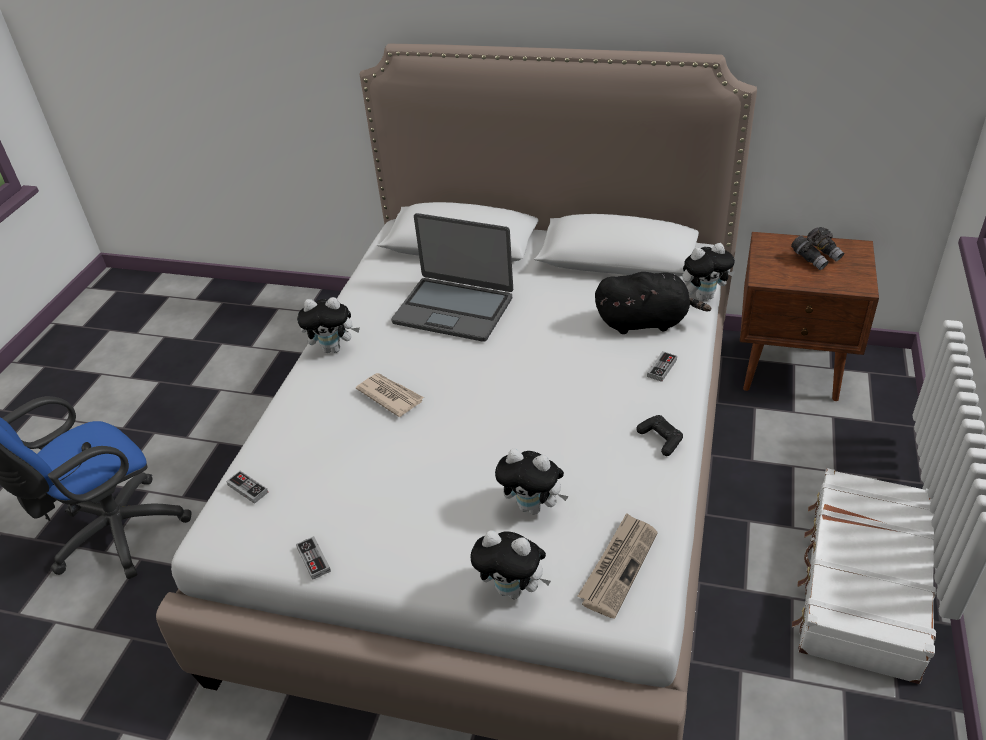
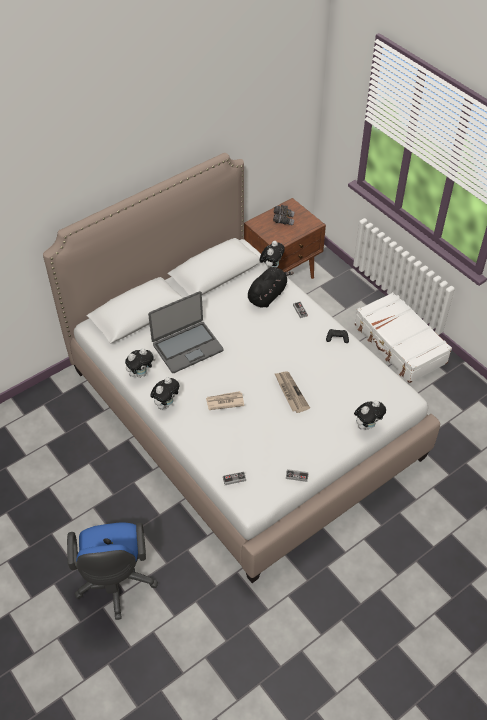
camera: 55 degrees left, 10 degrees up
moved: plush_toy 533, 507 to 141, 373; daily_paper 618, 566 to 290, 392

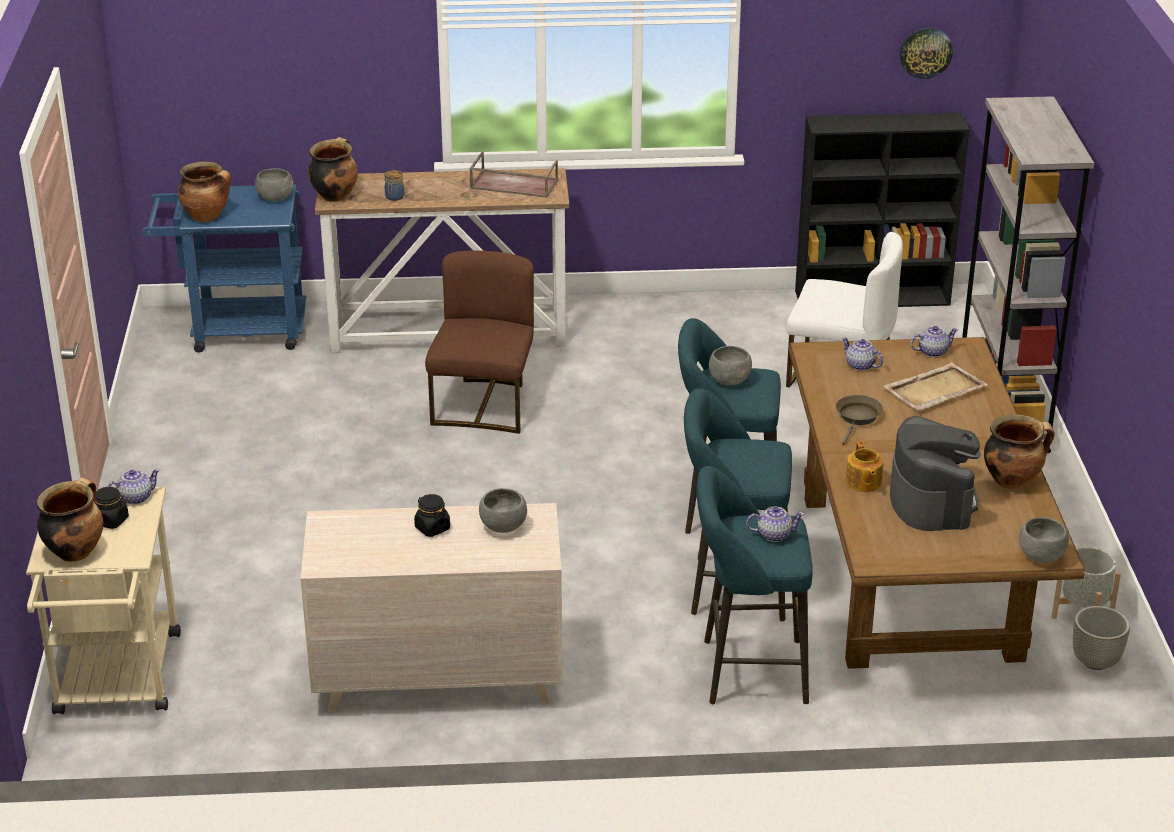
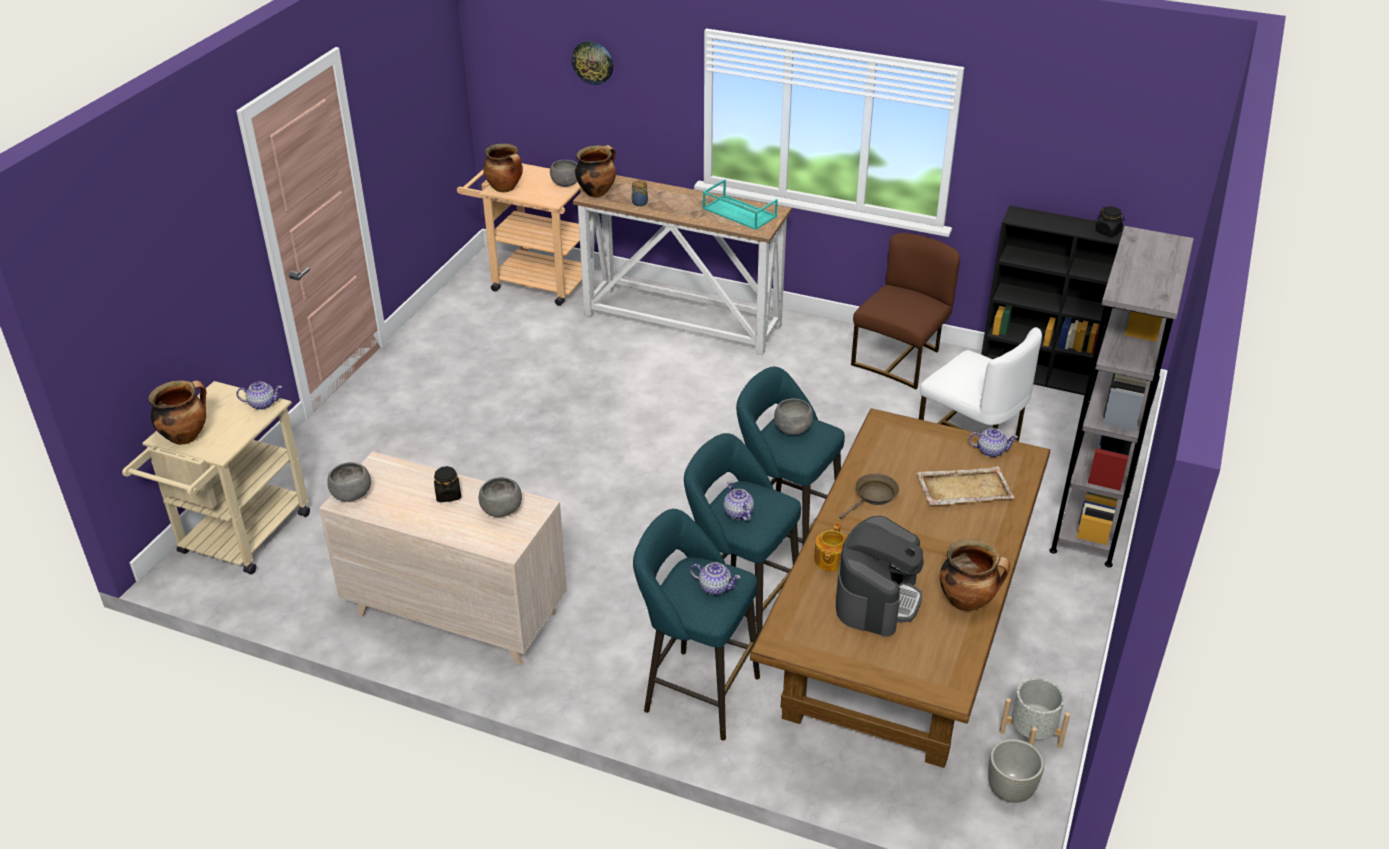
camera: 25 degrees right, 5 degrees up
moved: greyish_bowl 1040, 556 to 351, 495; clock_on_the_wall 925, 52 to 592, 62; pot_for_tea 860, 365 to 738, 513; brown_plain_chair 484, 405 to 900, 359; blackish_jar 111, 521 to 1108, 232
recoloured: blue_wheeled_cart 237, 330 to beige-coloured_wheeled_cart 533, 280; brown_carrying_tray 513, 184 to turquoise_carrying_tray 738, 212

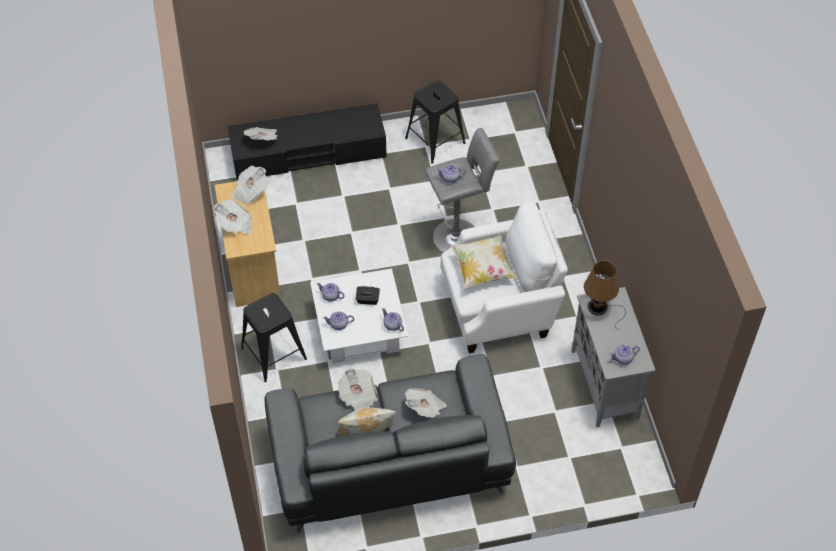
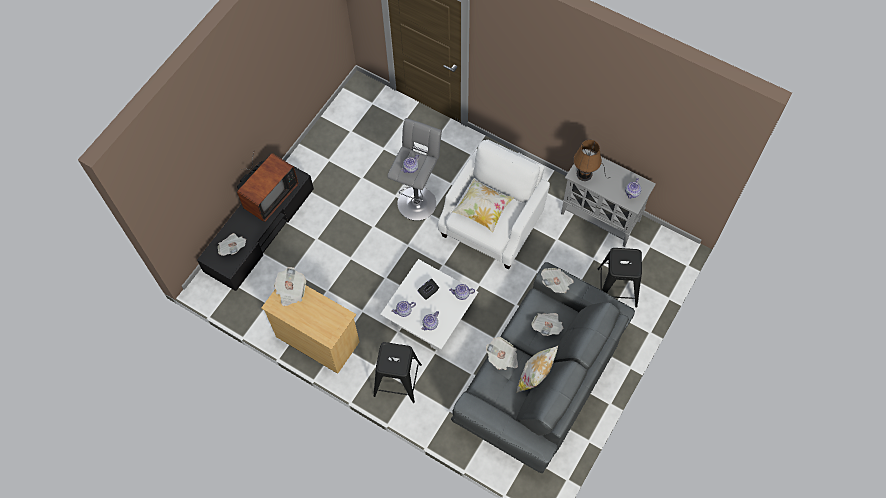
camera: 45 degrees left, 10 degrees up
added: TV 268, 196
moved: daily_paper 235, 224 to 556, 283; blackish_sitting_stool 434, 140 to 616, 288

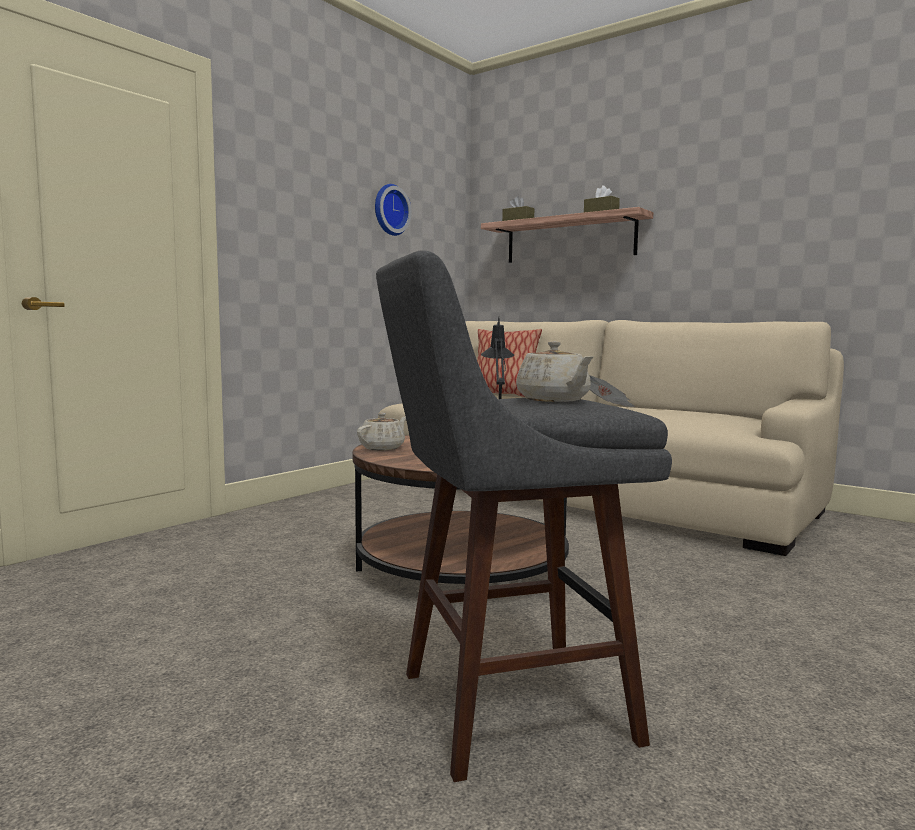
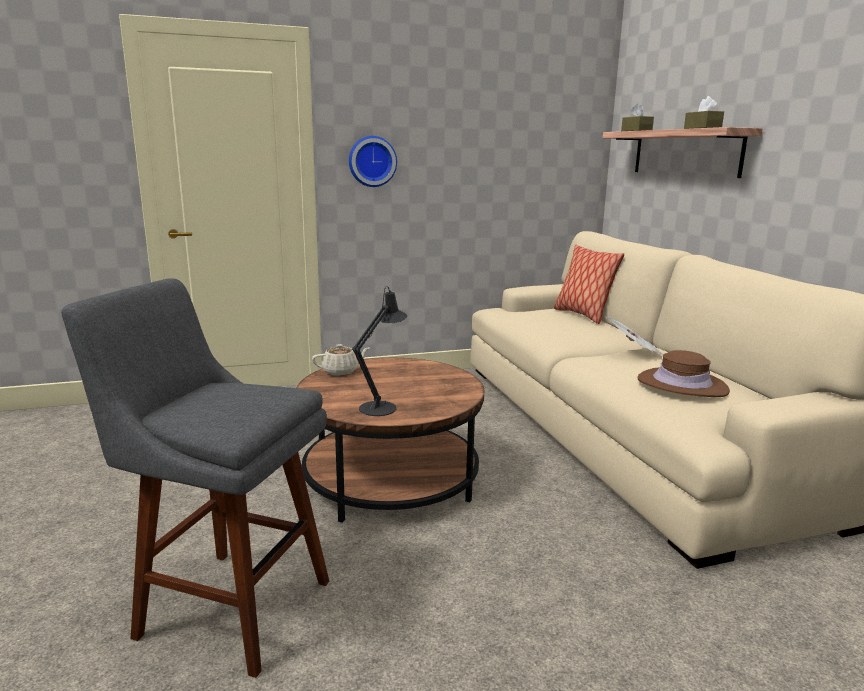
camera: 35 degrees right, 10 degrees up
removed: beige-coloured_pot_for_tea 553, 400
added: brown_wearable_hat 682, 385
moved: clock_on_the_wall 389, 210 to 372, 161

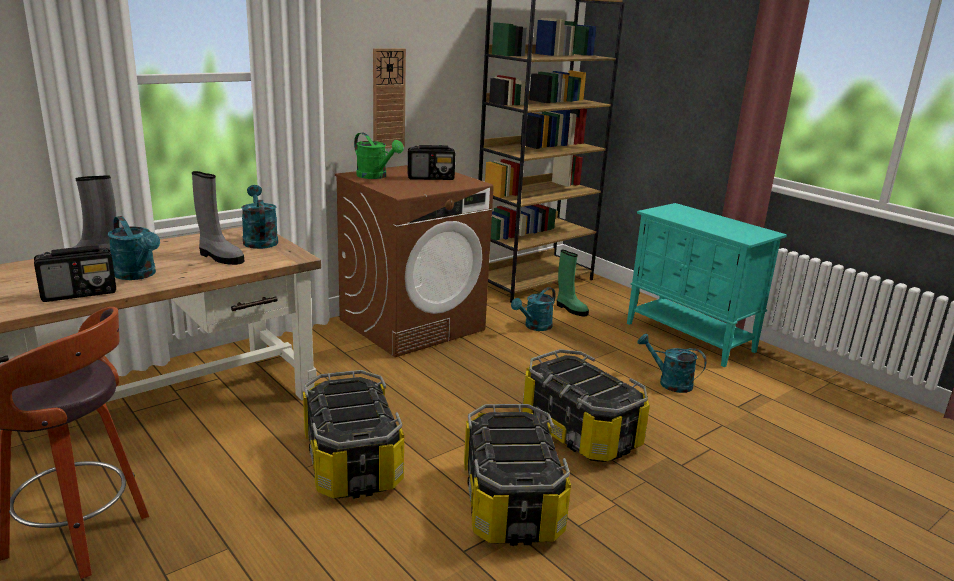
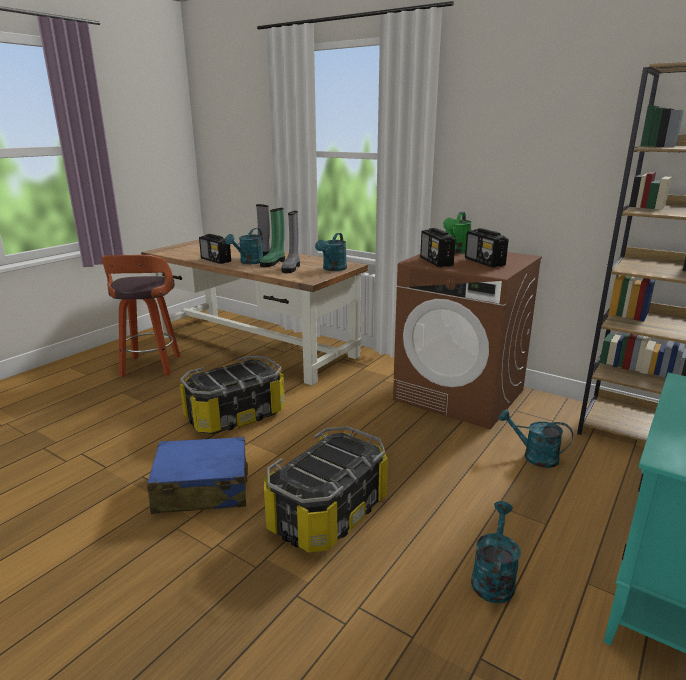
camera: 75 degrees right, 0 degrees up
removed: clock_on_the_wall 388, 99
added: radio_receiver 436, 262
moved: green-coloured_tall_boot 570, 309 to 273, 263
replaced: storage_bin 512, 503 to blue_suitcase 202, 489
turned: turquoise_sprinkling_can 259, 240 = 333, 269 150 degrees clockwise

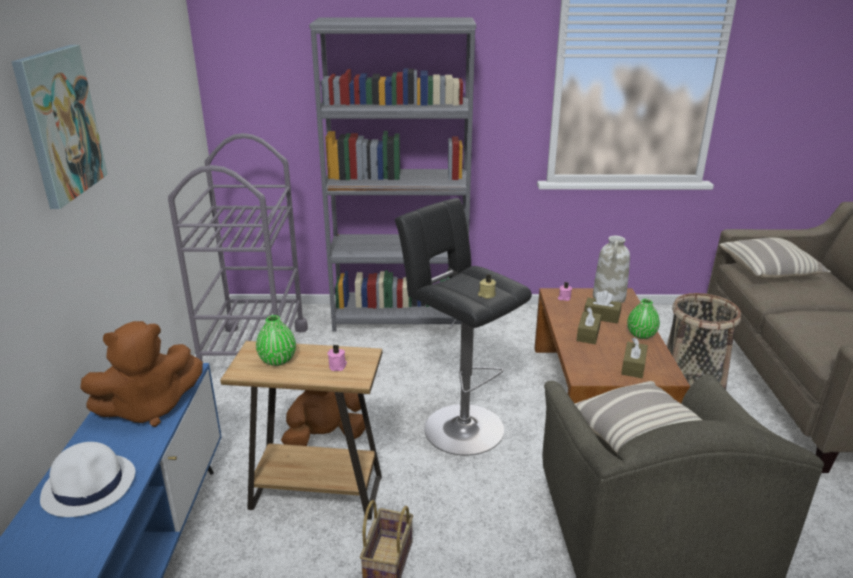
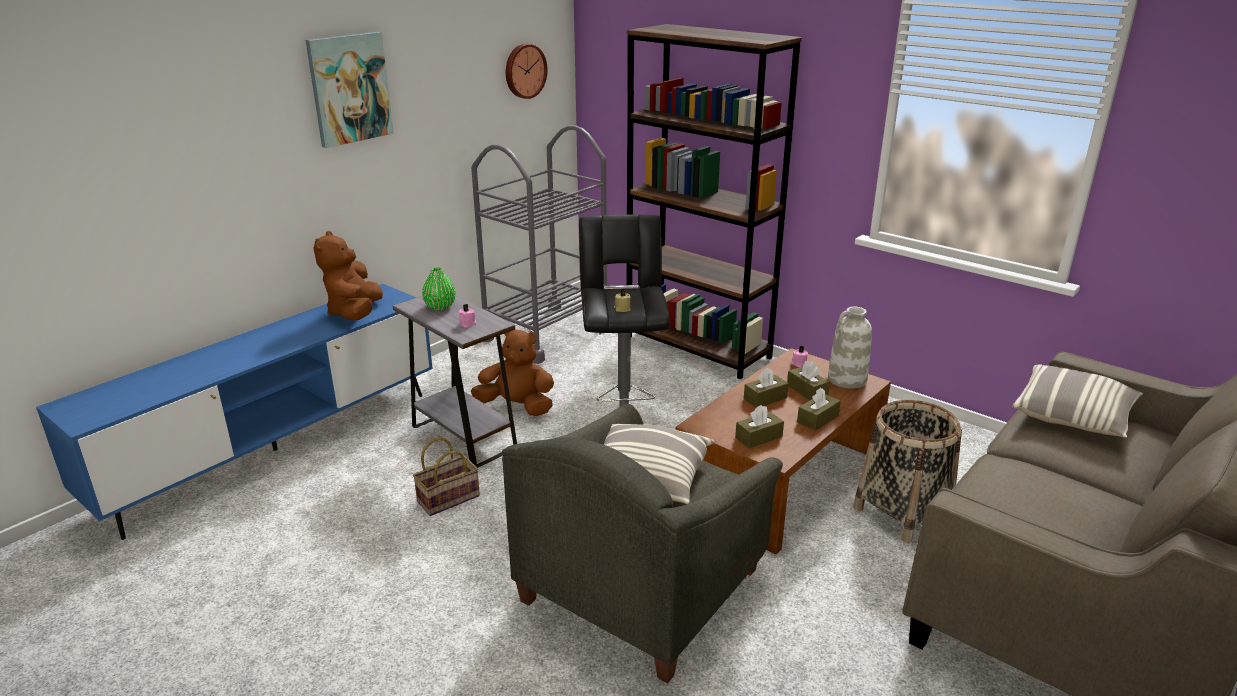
camera: 40 degrees right, 0 degrees up
removed: whitish_wearable_hat 90, 485
added: clock_on_the_wall 524, 71
replaced: green-coloured_decorative_vase 641, 335 to brown_tissue_holder 817, 419
recoloured: brown_end_table 316, 492 to greyish_end_table 464, 437; greyish_shelving_unit 400, 318 to brown_shelving_unit 698, 347
turned: brown_plush_toy 149, 409 = 355, 313 75 degrees clockwise

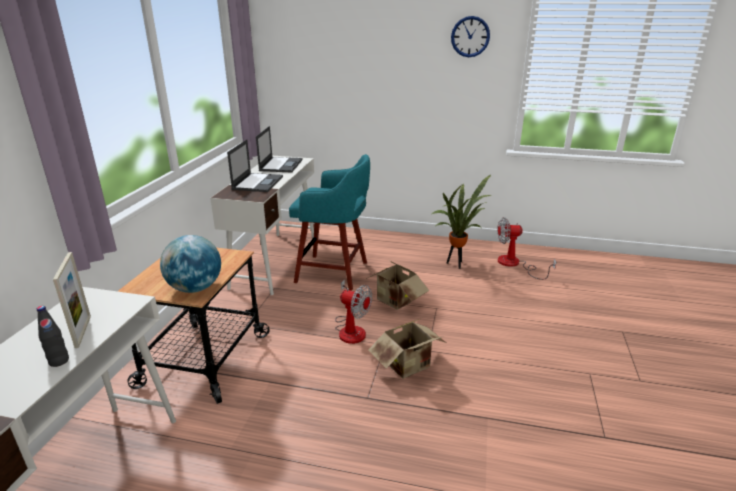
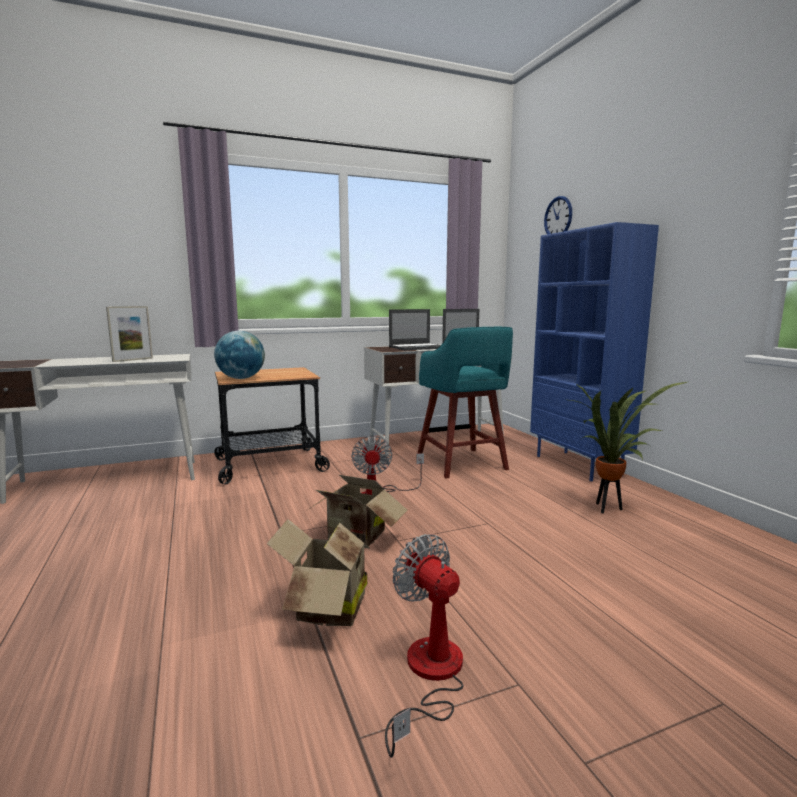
camera: 55 degrees right, 15 degrees down
removed: blackish_bottle 59, 361
added: blue_shelving_unit 579, 465
moved: carton 394, 302 to 325, 609; electric_fan 515, 264 to 429, 675; clock_on_the_wall 470, 36 to 558, 217

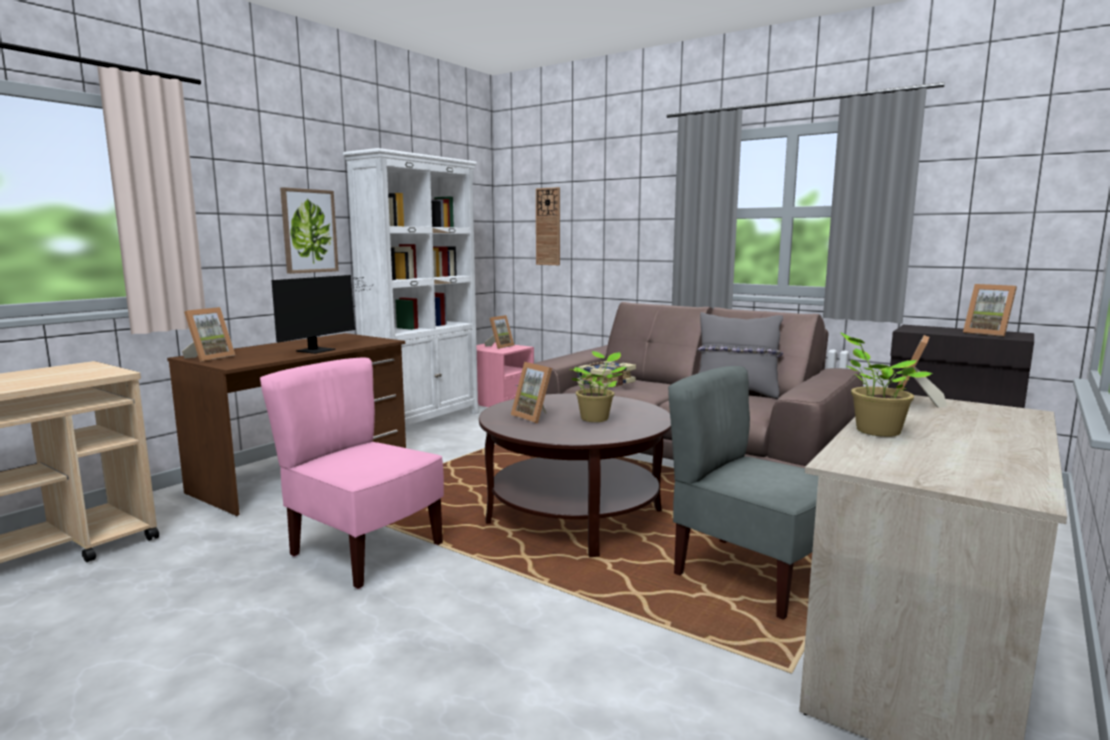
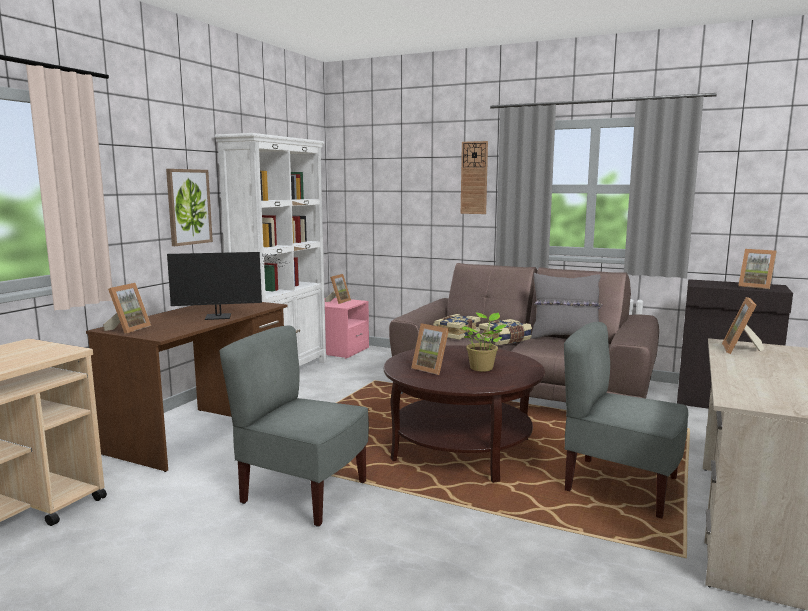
camera: 10 degrees left, 0 degrees up
removed: potted_plant 874, 430
added: book 505, 340
moved: clock_on_the_wall 548, 226 to 474, 178
recoloured: pink_plain_chair 364, 551 to greyish_plain_chair 303, 493
turned: monitor 320, 350 = 222, 317 60 degrees clockwise

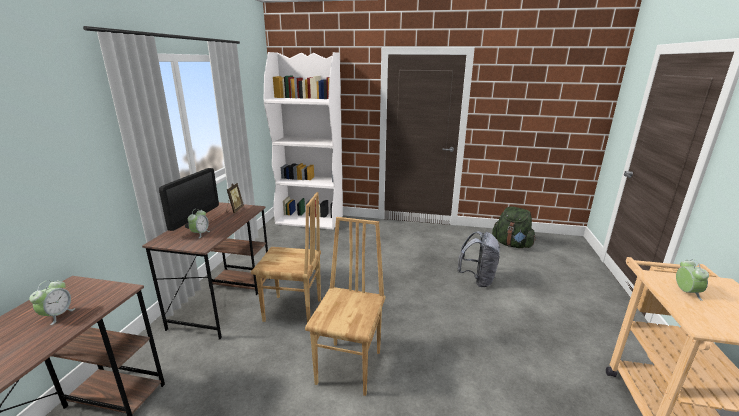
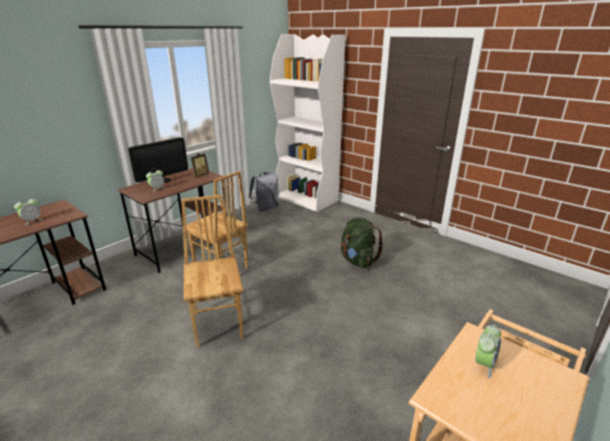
camera: 30 degrees right, 5 degrees up
moved: greyish_rucksack 477, 280 to 266, 208; green-coloured_rucksack 512, 244 to 357, 260
turned: brown_plain_chair 350, 367 = 219, 324 60 degrees counterclockwise

